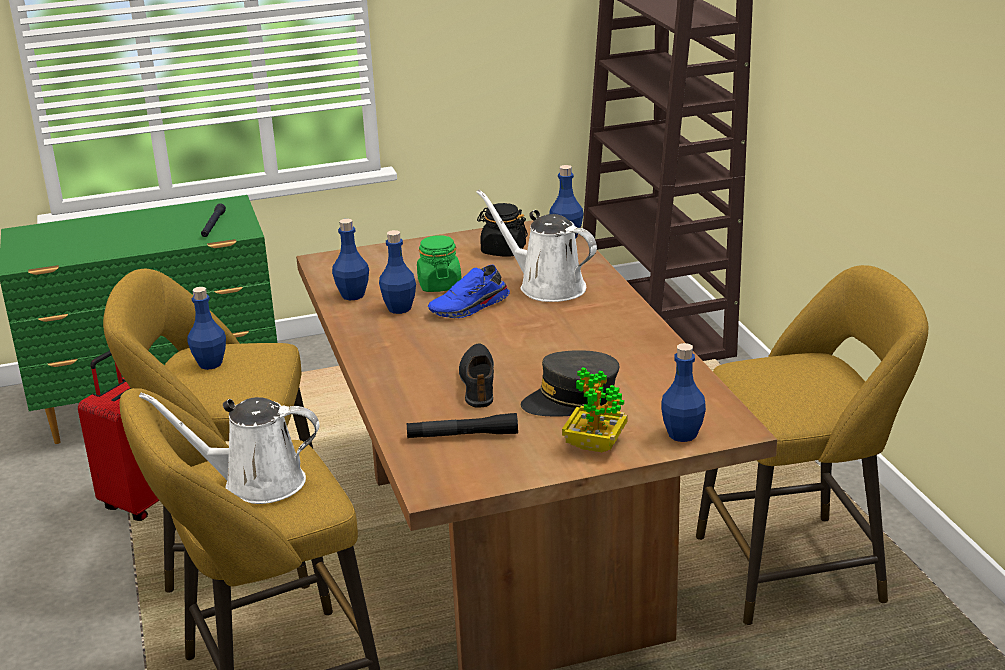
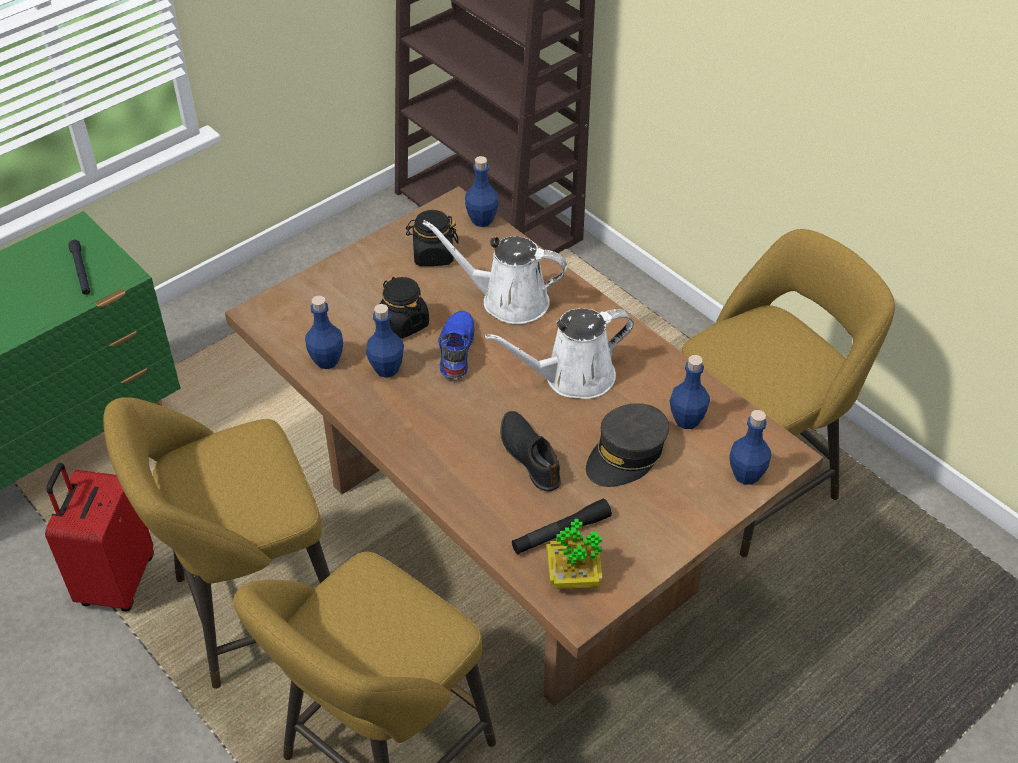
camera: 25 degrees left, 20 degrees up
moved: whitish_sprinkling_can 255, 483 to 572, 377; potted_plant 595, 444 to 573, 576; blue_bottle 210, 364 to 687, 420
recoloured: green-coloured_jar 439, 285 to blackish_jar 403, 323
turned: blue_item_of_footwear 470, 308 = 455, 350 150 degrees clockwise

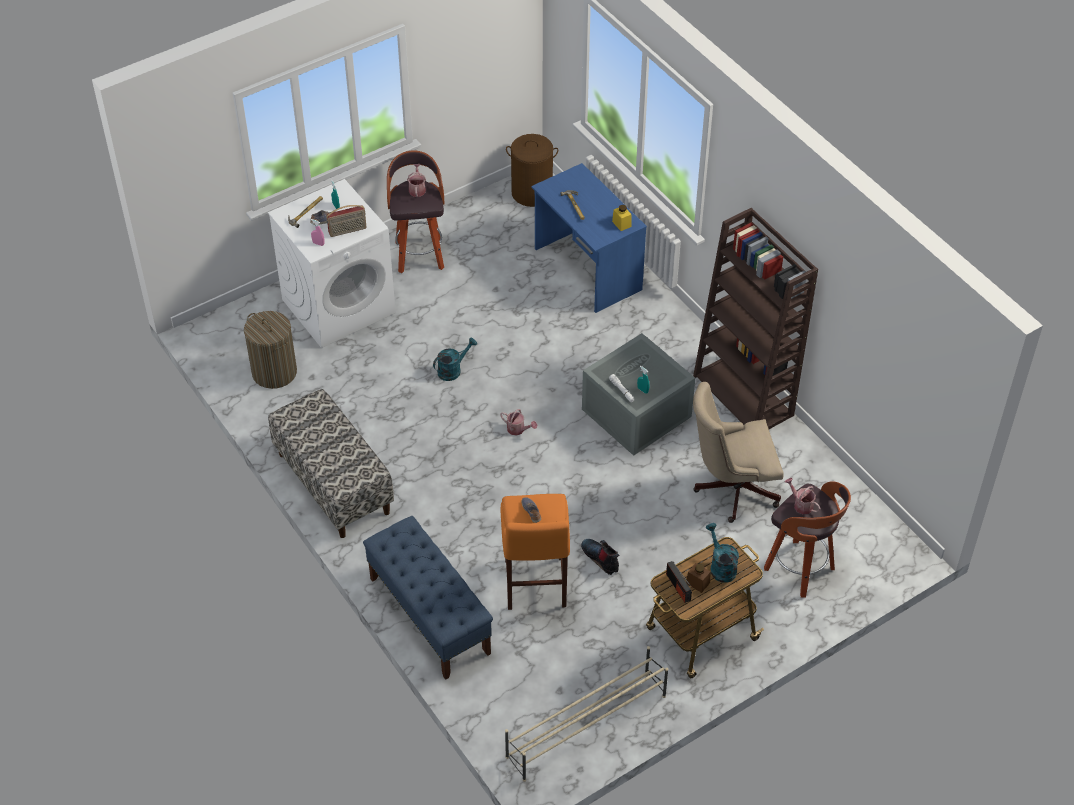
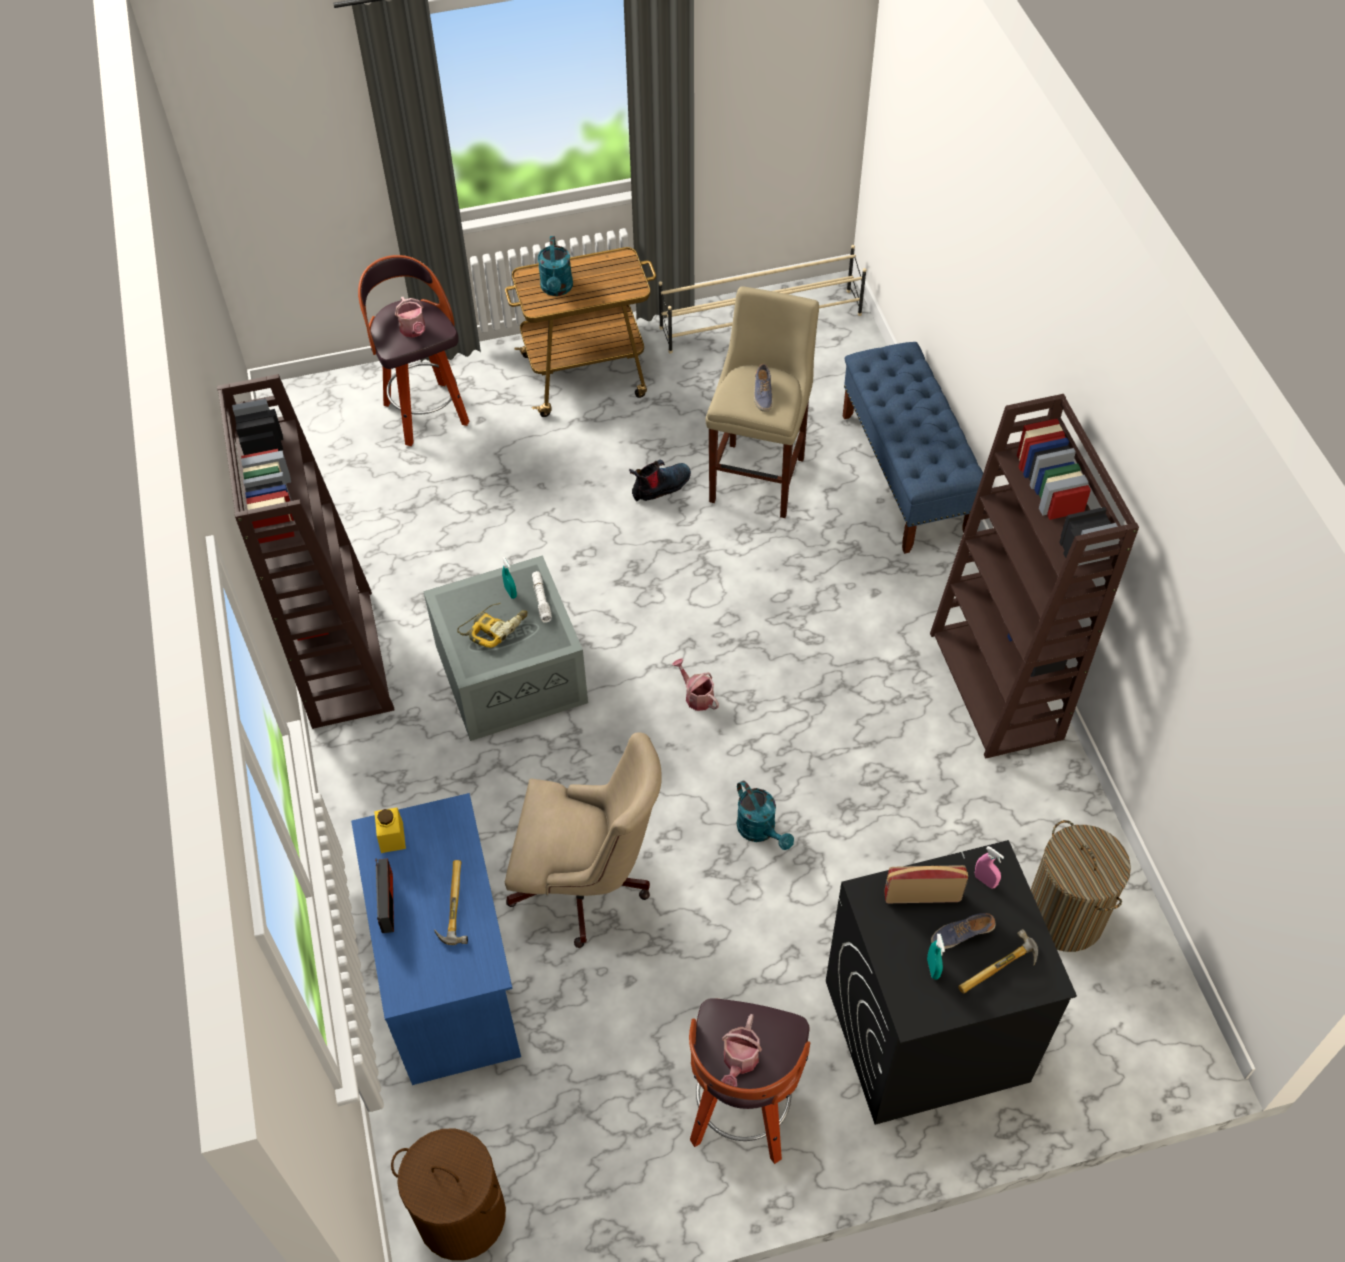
camera: 160 degrees left, 5 degrees up
removed: brown_jar 697, 583
added: power_drill 494, 627
moved: radio_receiver 678, 587 to 387, 902; beige-coloured_desk_chair 731, 488 to 588, 885
replaced: long_seat 333, 483 to brown_shelving_unit 997, 686
recoloured: orange_sitting_stool 535, 586 to beige-coloured_sitting_stool 759, 475; whitish_washing_machine 339, 305 to blackish_washing_machine 925, 1032
turned: tall_boot 601, 558 = 661, 487 105 degrees counterclockwise; turquoise_sprinkling_can 453, 370 = 760, 831 105 degrees counterclockwise

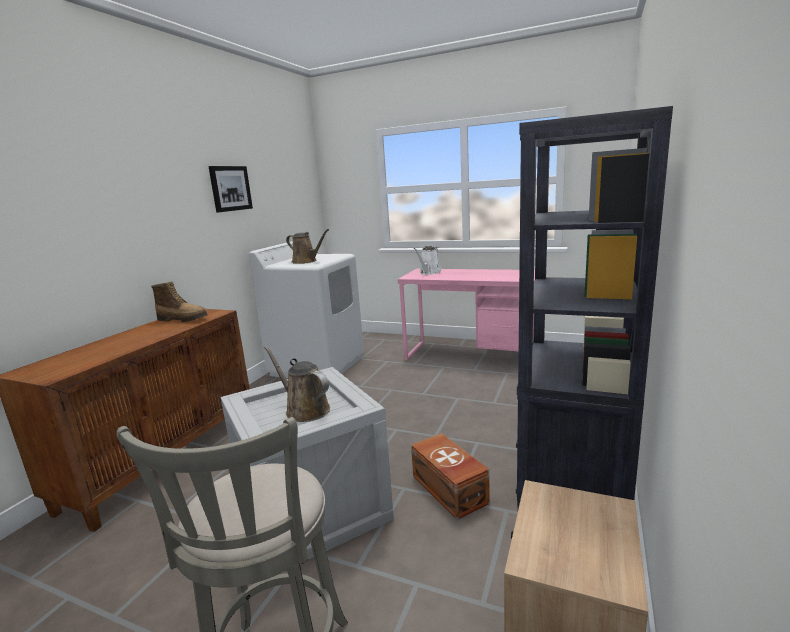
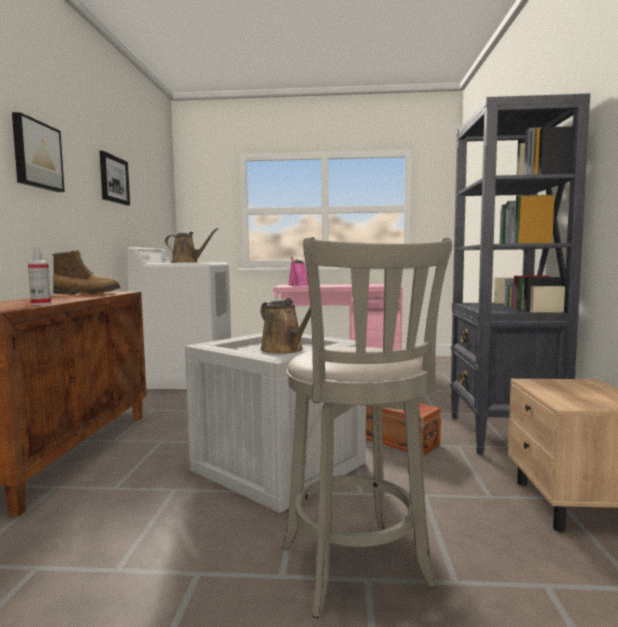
camera: 20 degrees left, 10 degrees down
added: picture 36, 155; sprayer 41, 304
recoloured: whitish_sprinkling_can 429, 272 to pink_sprinkling_can 298, 285
turned: brown_sprinkling_can 304, 409 = 284, 350 150 degrees counterclockwise

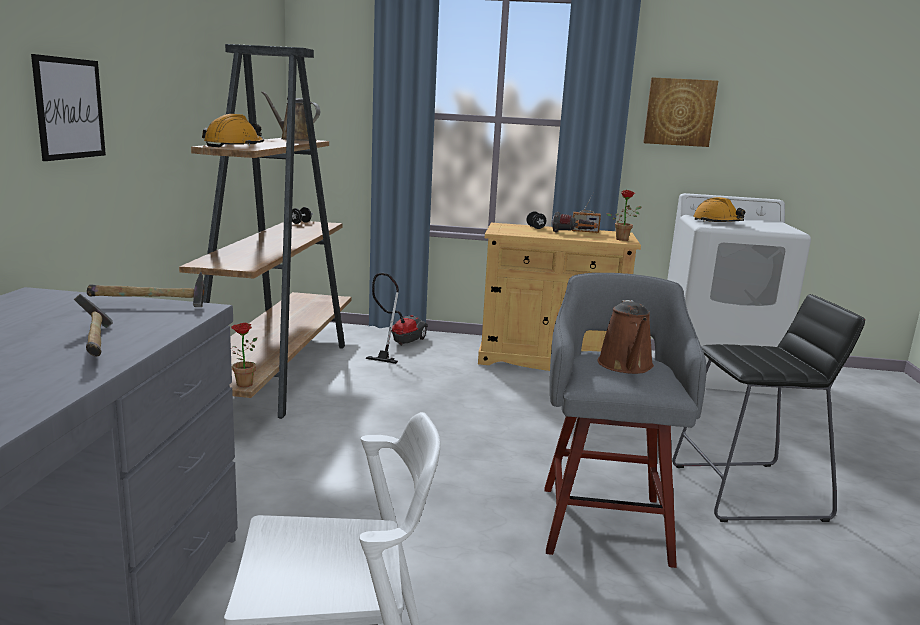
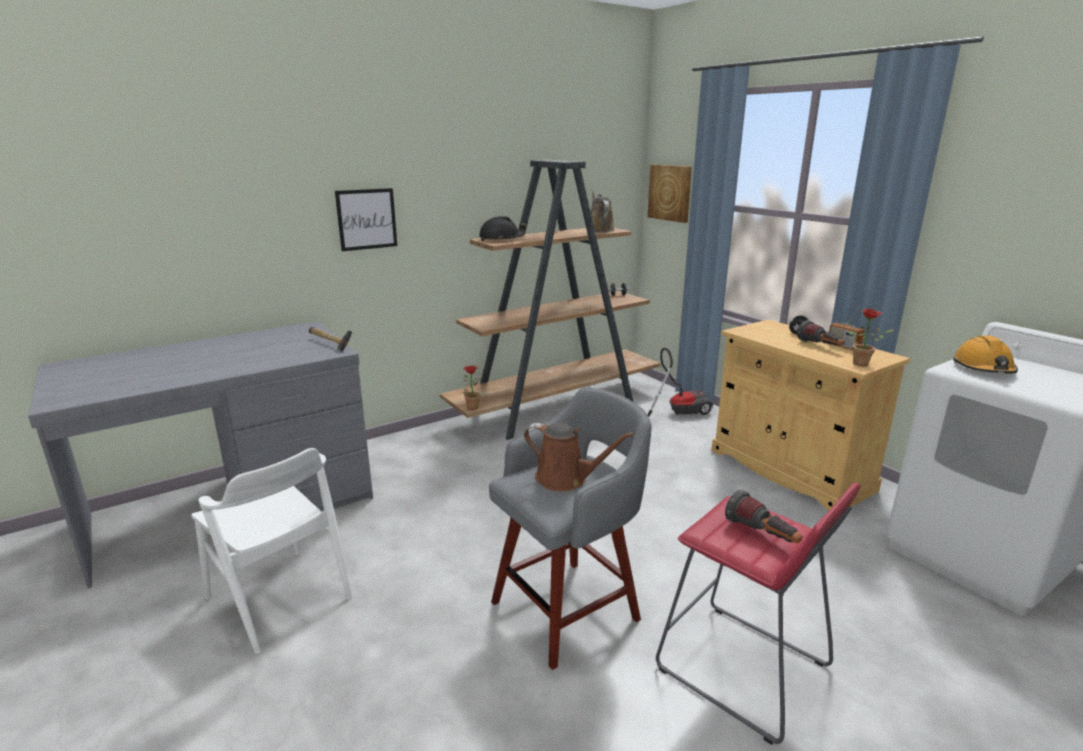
camera: 50 degrees right, 5 degrees up
removed: tool_hammer 97, 343
added: flashlight 762, 535
moved: picture 679, 112 to 670, 193
recoloured: orange_safety_helmet 234, 146 to blackish_safety_helmet 501, 239; blackish_sitting_stool 748, 492 to red-coloured_sitting_stool 742, 668
turned: brown_sprinkling_can 626, 366 = 566, 479 120 degrees counterclockwise

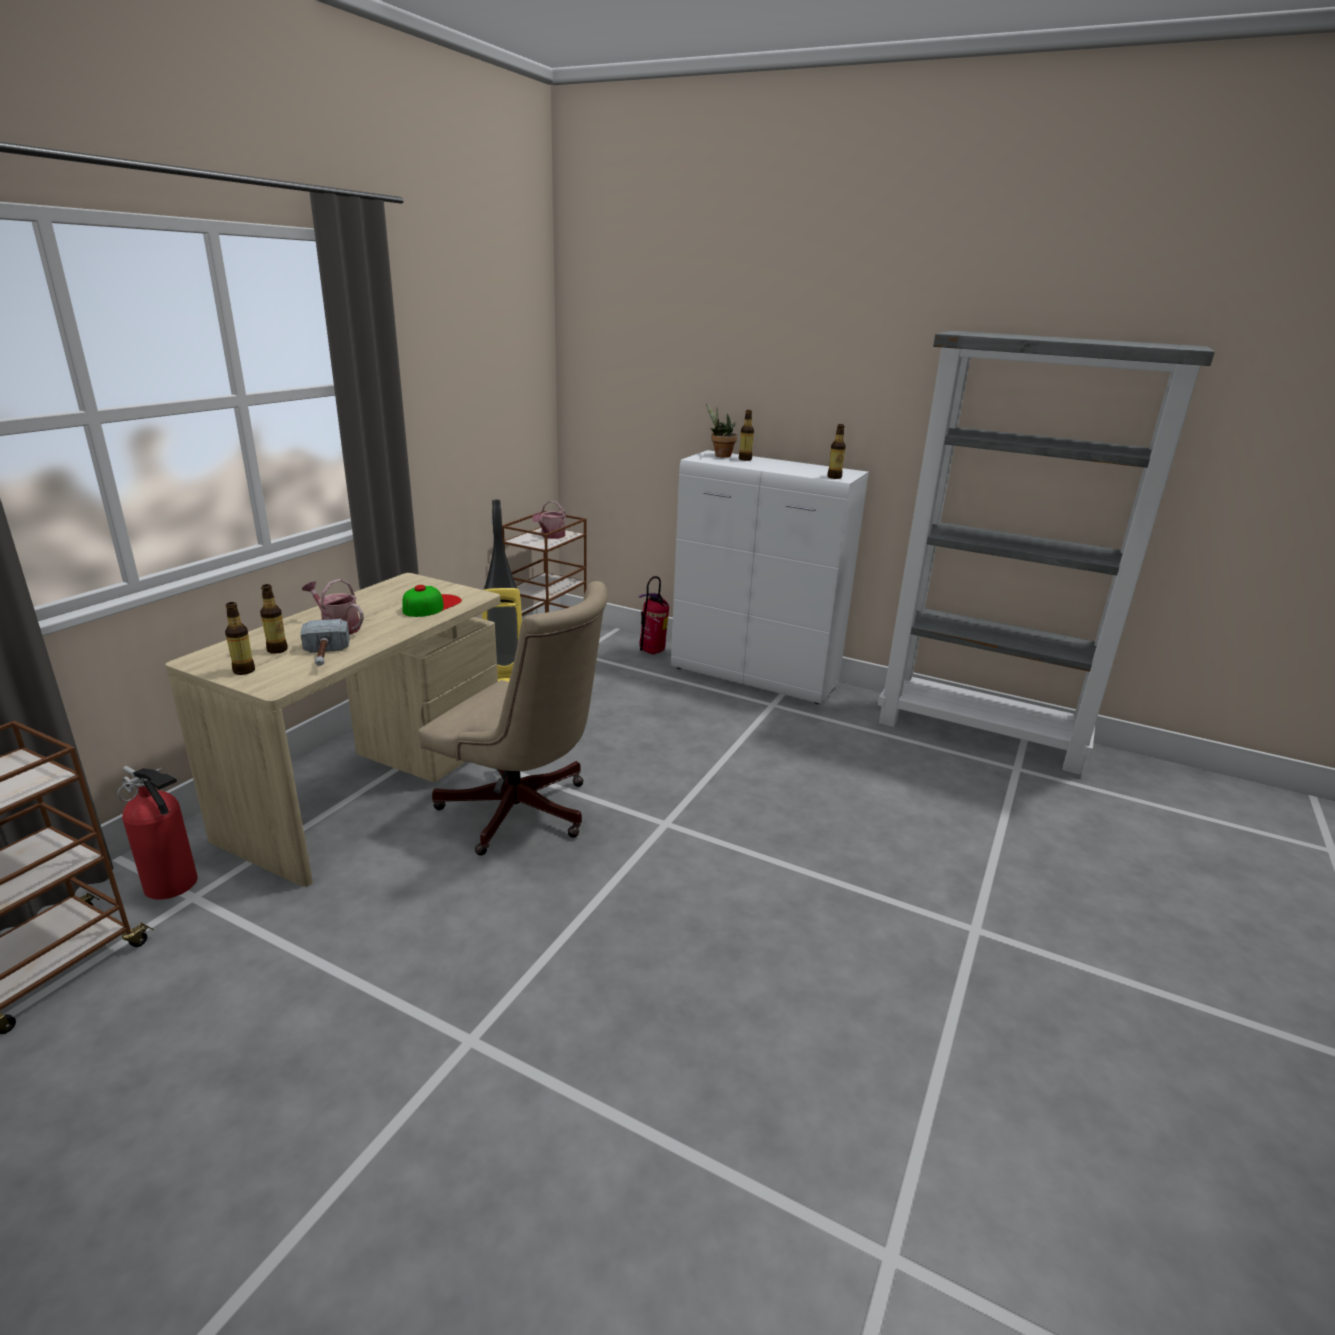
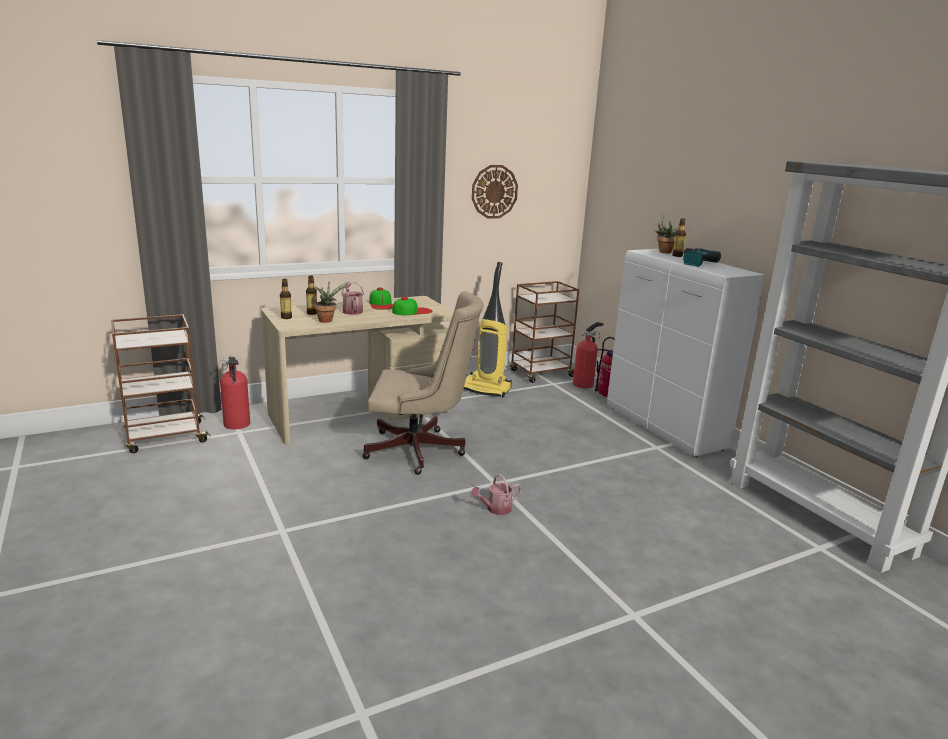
camera: 35 degrees right, 5 degrees down
removed: bottle 834, 477
added: baseball_cap 381, 304; clock_on_the_wall 494, 191; extinguisher 584, 384; power_drill 694, 262
moved: sprinkling_can 551, 536 to 495, 509
replaced: tool_hammer 325, 657 to potted_plant 327, 320
turned: beige-coloured_desk_chair 523, 814 = 420, 451 60 degrees counterclockwise

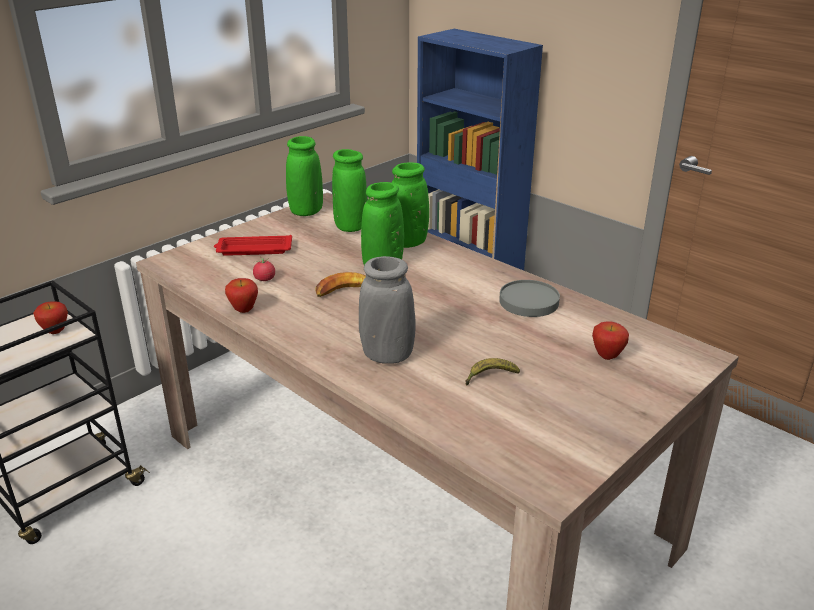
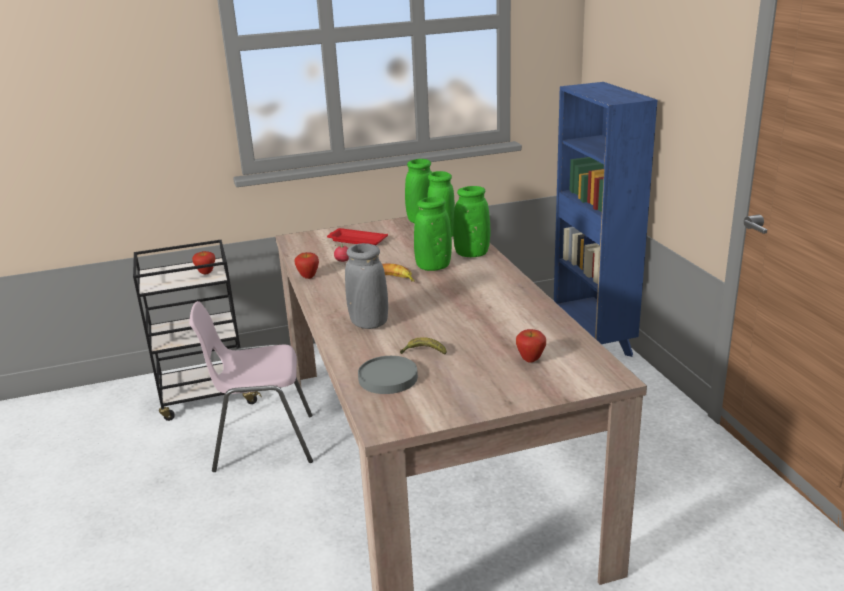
camera: 30 degrees right, 5 degrees down
added: pink_plain_chair 263, 443
moved: greyish_flat_dish 529, 302 to 388, 378

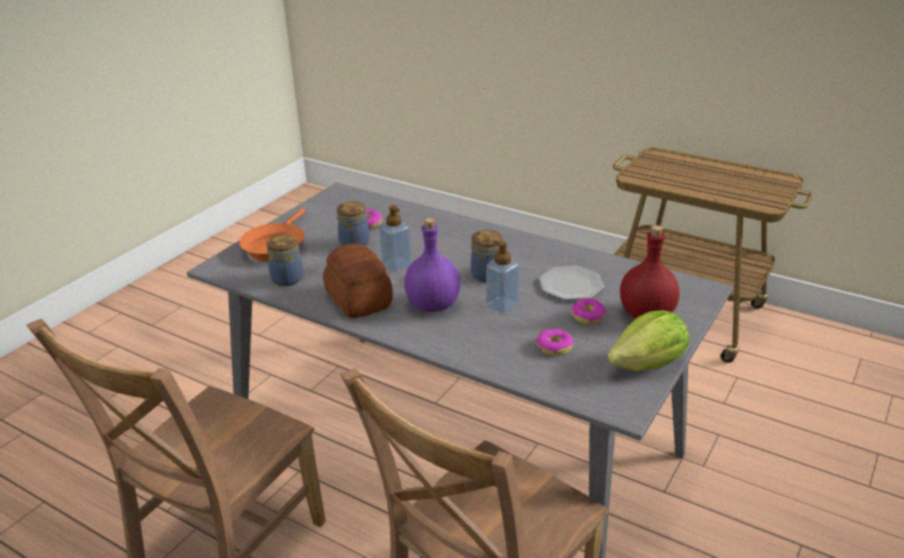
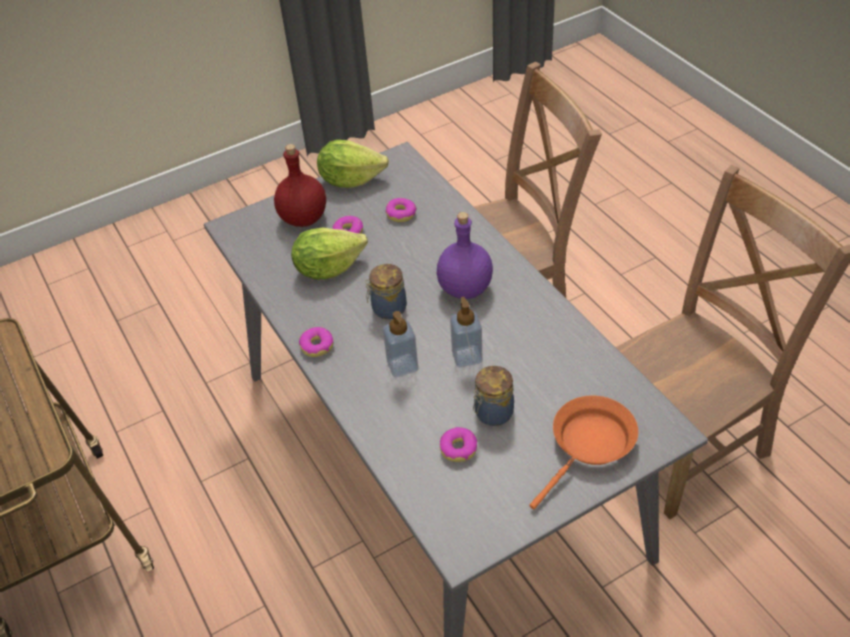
camera: 150 degrees left, 15 degrees up
removed: jar 287, 278; bakery_bread 358, 300
added: doughnut 317, 346
moved: soap_bottle 502, 305 to 402, 366
replaced: flat_dish 571, 285 to lettuce 328, 268

